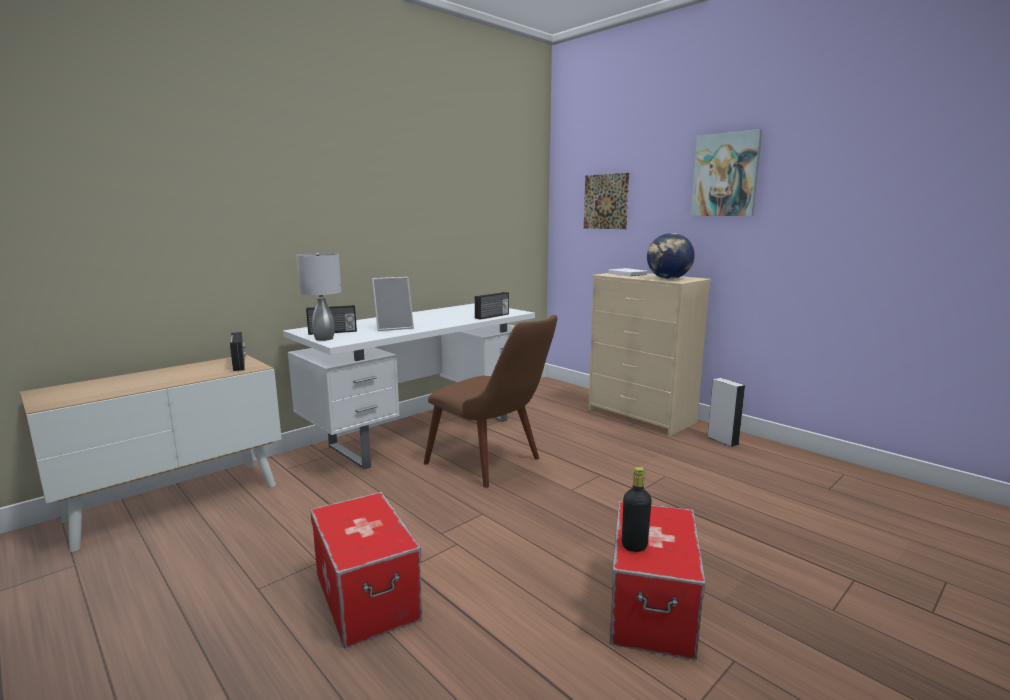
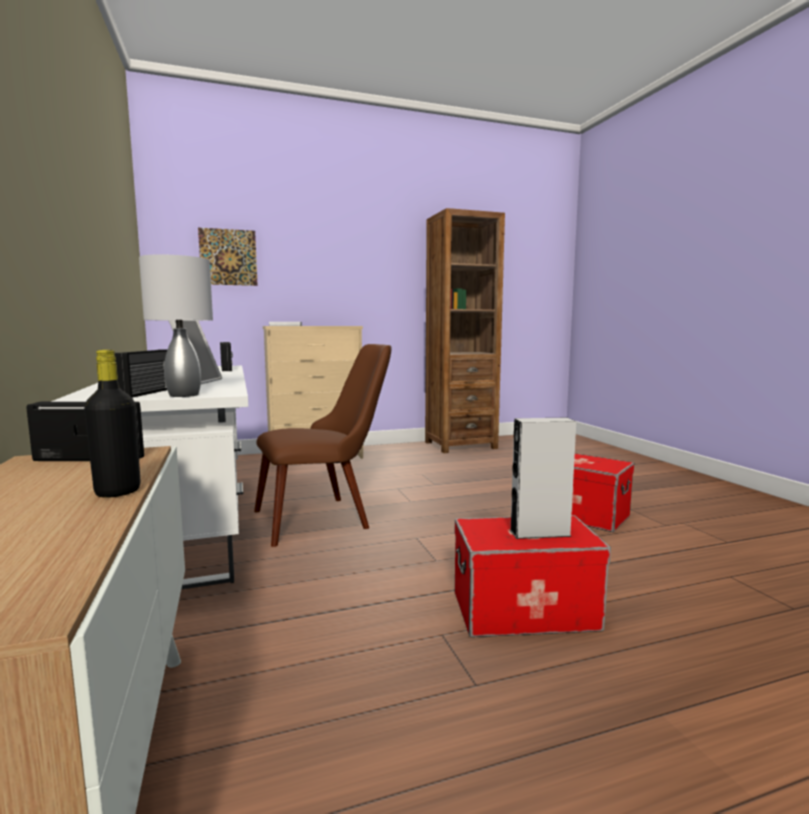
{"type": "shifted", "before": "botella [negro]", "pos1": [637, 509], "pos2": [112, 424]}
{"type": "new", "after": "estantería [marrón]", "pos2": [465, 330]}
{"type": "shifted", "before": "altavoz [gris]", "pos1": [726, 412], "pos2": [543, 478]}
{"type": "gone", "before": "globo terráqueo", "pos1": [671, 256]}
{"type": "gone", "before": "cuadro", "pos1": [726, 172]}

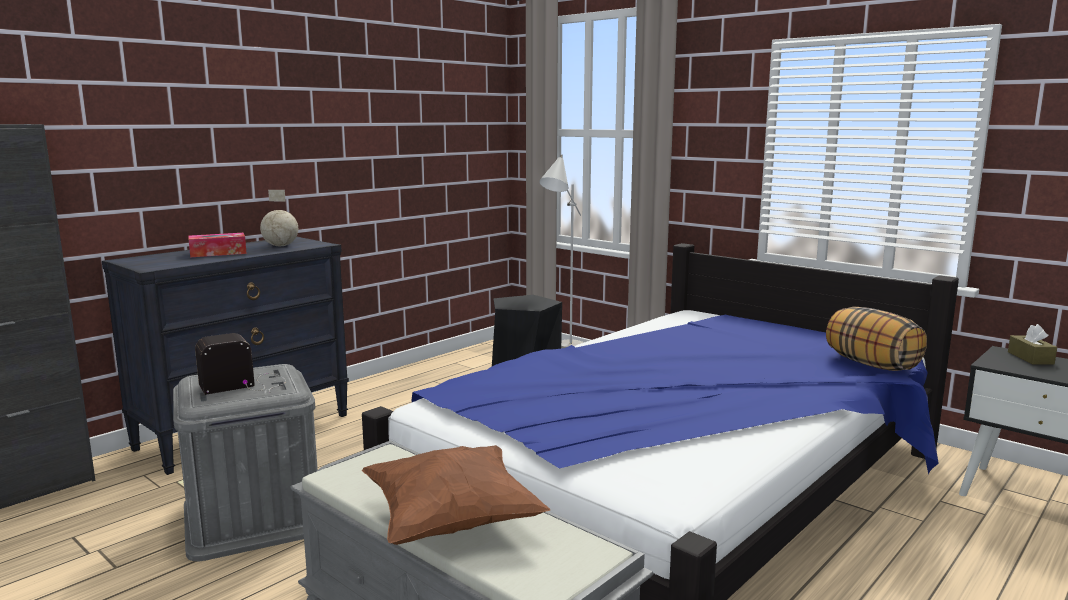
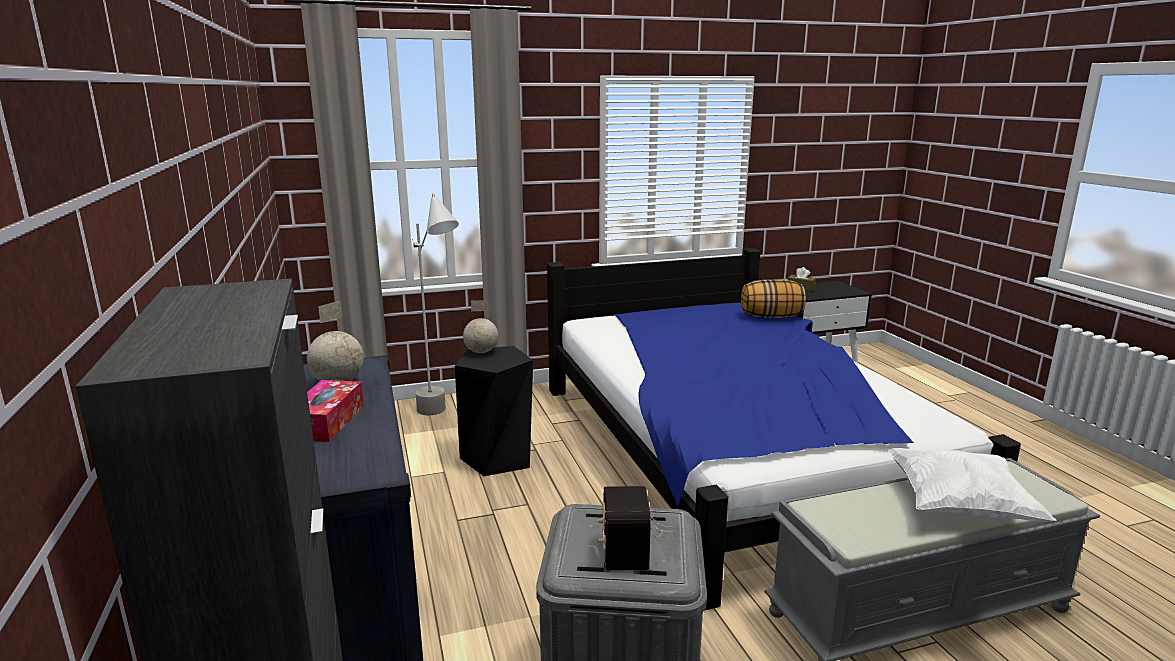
{"type": "new", "after": "globo terráqueo", "pos2": [480, 326]}
{"type": "repainted", "before": "cojín [marrón]", "after": "cojín [blanco]", "pos1": [456, 495], "pos2": [971, 485]}

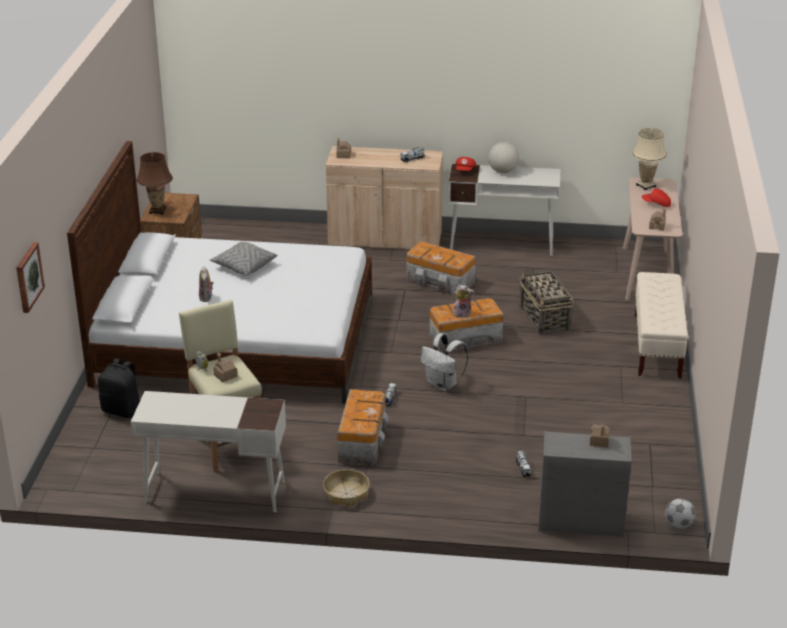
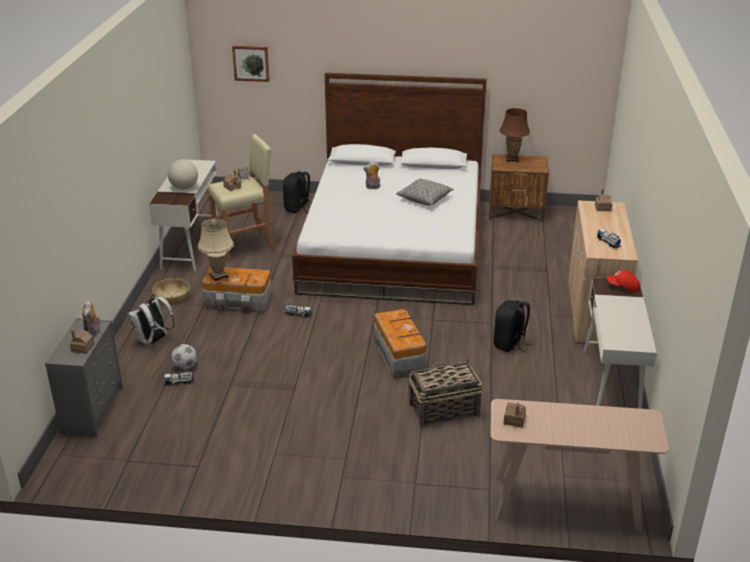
{"type": "shifted", "before": "peluche", "pos1": [464, 301], "pos2": [91, 318]}
{"type": "shifted", "before": "mochila [blanco]", "pos1": [444, 362], "pos2": [150, 321]}
{"type": "shifted", "before": "globo terráqueo", "pos1": [503, 157], "pos2": [183, 174]}
{"type": "shifted", "before": "balón de fútbol", "pos1": [680, 513], "pos2": [184, 357]}
{"type": "shifted", "before": "lámpara de mesa [beis]", "pos1": [649, 159], "pos2": [216, 249]}
{"type": "swapped", "before": "caja de almacenaje", "after": "mochila [negro]", "pos1": [441, 268], "pos2": [513, 326]}
{"type": "gone", "before": "banco [beis]", "pos1": [662, 325]}
{"type": "gone", "before": "gorra [rojo]", "pos1": [656, 198]}

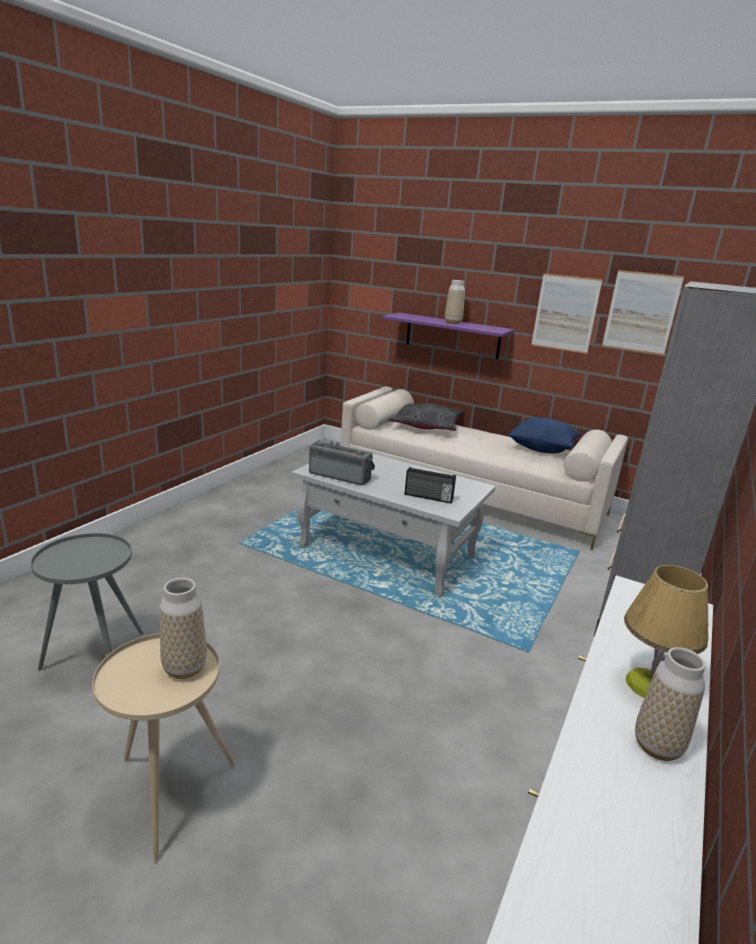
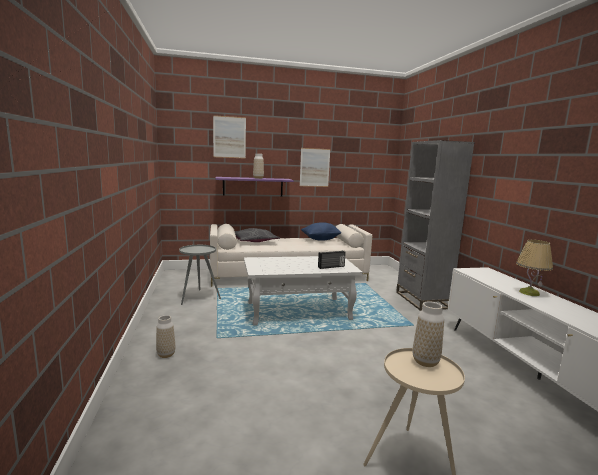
{"type": "shifted", "before": "florero", "pos1": [670, 704], "pos2": [165, 336]}
{"type": "shifted", "before": "mesa auxiliar [gris]", "pos1": [87, 602], "pos2": [200, 275]}
{"type": "shifted", "before": "cuadro", "pos1": [643, 312], "pos2": [229, 137]}
{"type": "gone", "before": "radio", "pos1": [342, 463]}

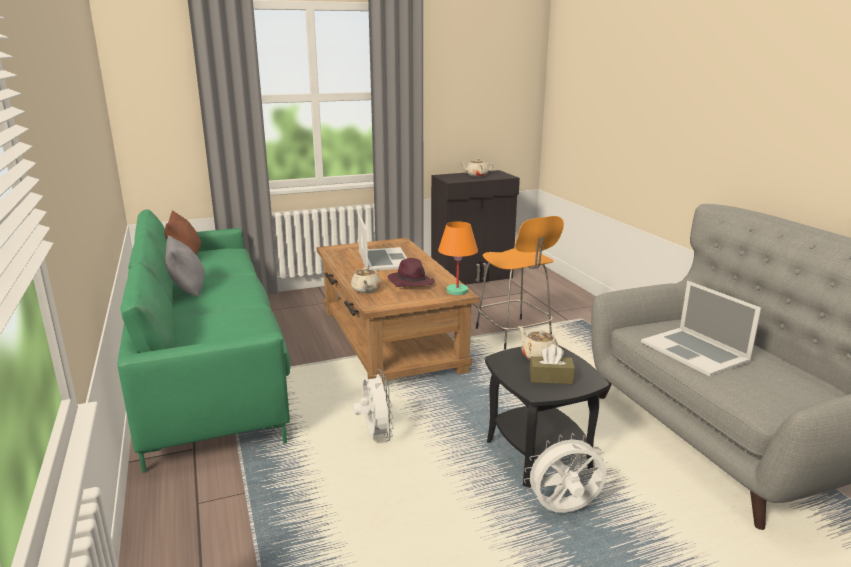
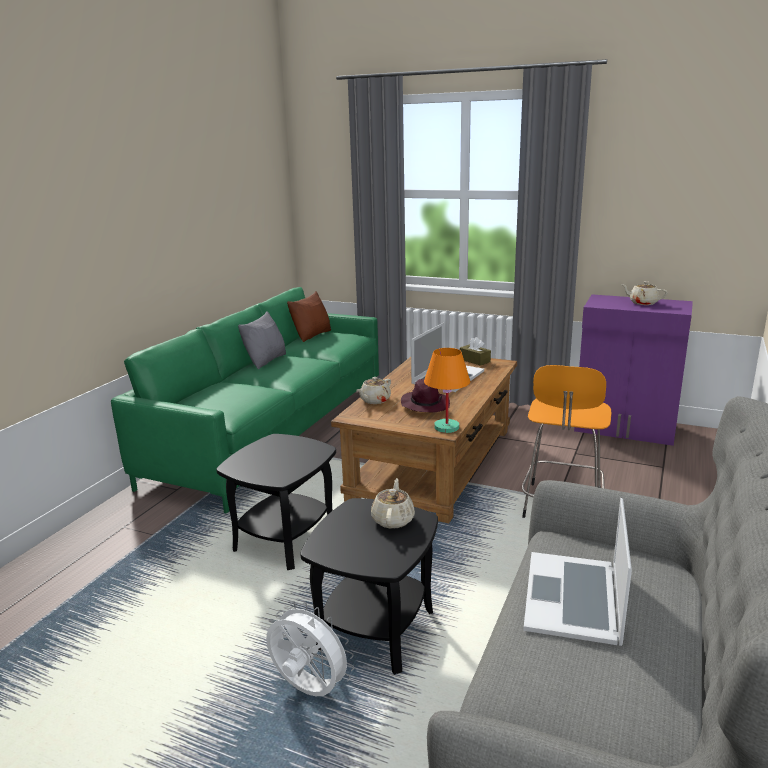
{"type": "swapped", "before": "ventilador [blanco]", "after": "mesa auxiliar [negro]", "pos1": [373, 405], "pos2": [276, 502]}
{"type": "shifted", "before": "caja de pañuelos [marrón]", "pos1": [552, 364], "pos2": [475, 351]}
{"type": "repainted", "before": "armario [negro]", "after": "armario [morado]", "pos1": [475, 227], "pos2": [633, 370]}

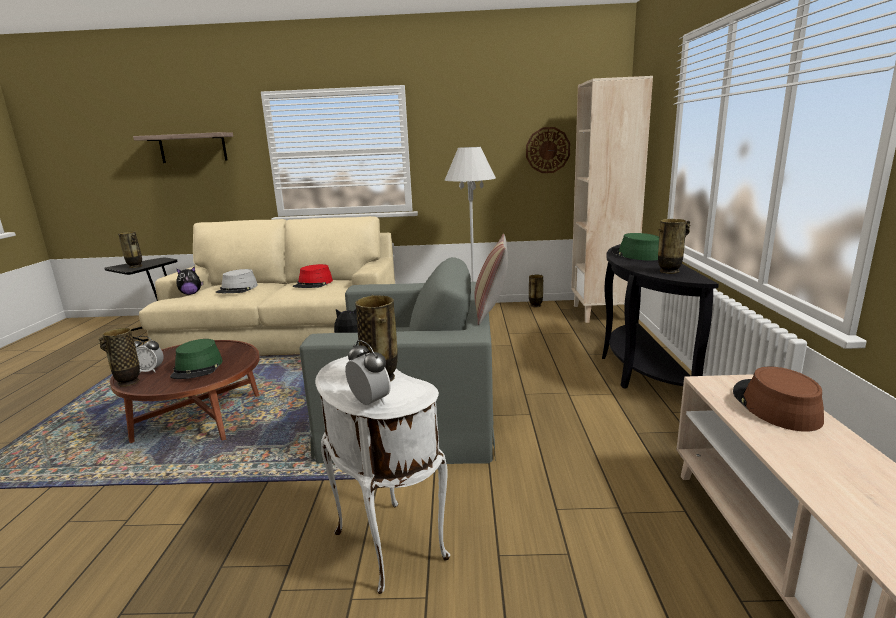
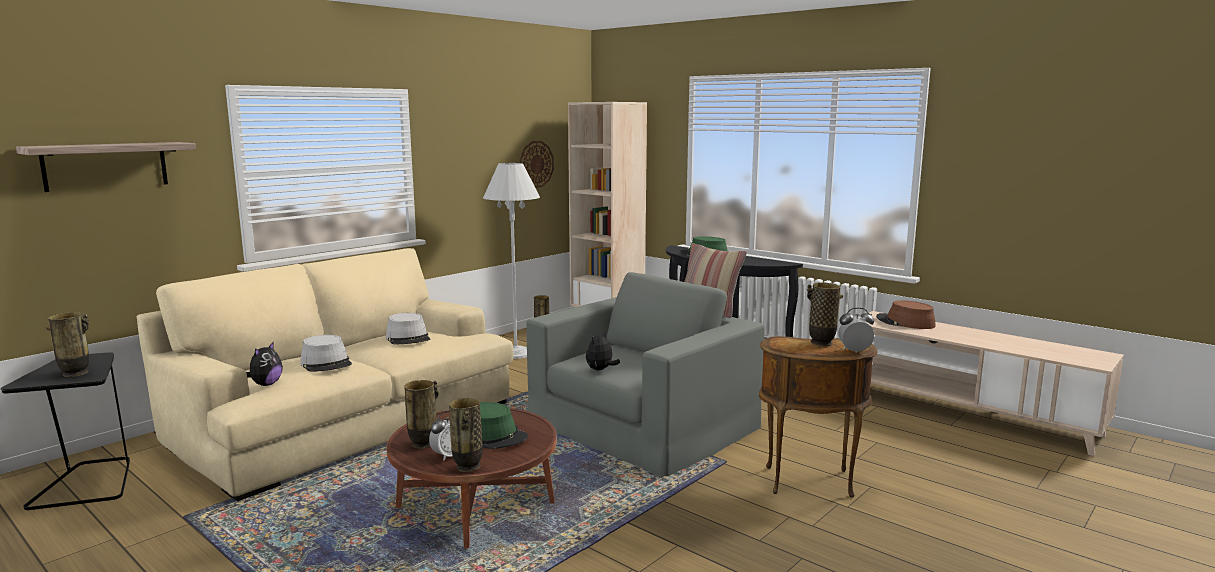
{"type": "repainted", "before": "sombrero [rojo]", "after": "sombrero [gris]", "pos1": [313, 276], "pos2": [408, 329]}
{"type": "shifted", "before": "florero", "pos1": [674, 246], "pos2": [421, 414]}
{"type": "repainted", "before": "mesa auxiliar [blanco]", "after": "mesa auxiliar [marrón]", "pos1": [382, 475], "pos2": [818, 417]}

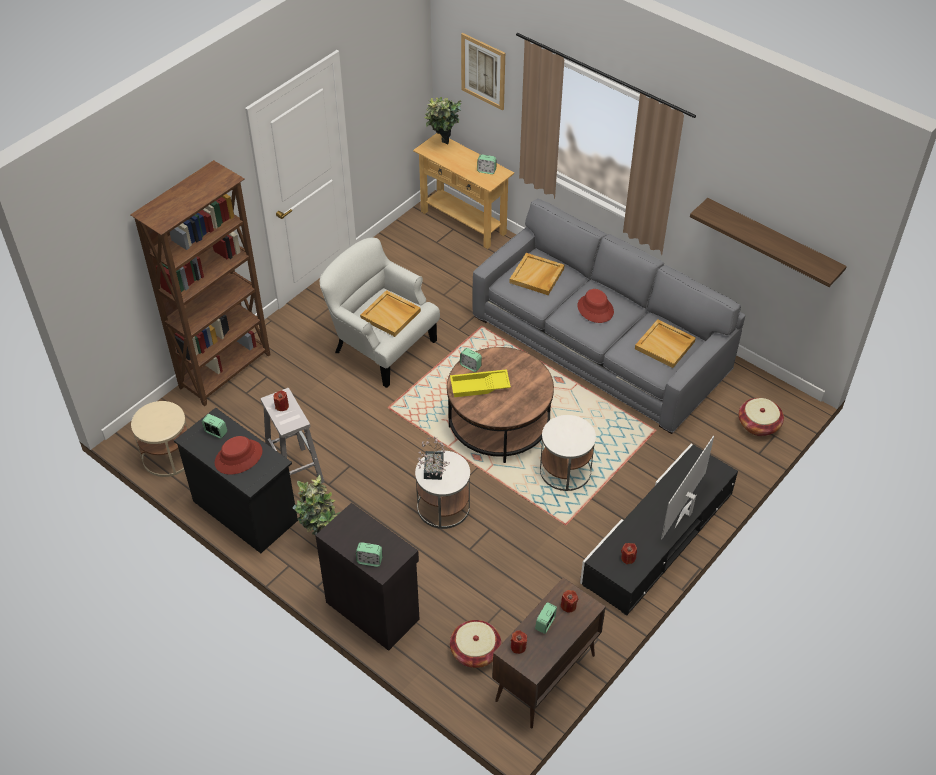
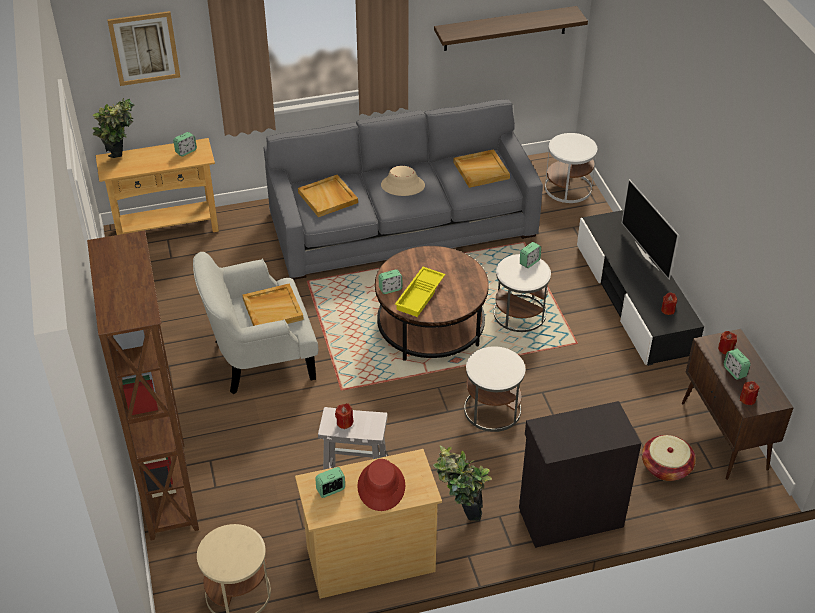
{"type": "repainted", "before": "cómoda [negro]", "after": "cómoda [beis]", "pos1": [236, 480], "pos2": [368, 524]}
{"type": "repainted", "before": "sombrero [rojo]", "after": "sombrero [beis]", "pos1": [595, 306], "pos2": [403, 181]}
{"type": "shifted", "before": "despertador", "pos1": [369, 554], "pos2": [530, 255]}
{"type": "swapped", "before": "cesta", "after": "mesa auxiliar [blanco]", "pos1": [761, 417], "pos2": [571, 168]}
{"type": "gone", "before": "planta en maceta", "pos1": [434, 458]}

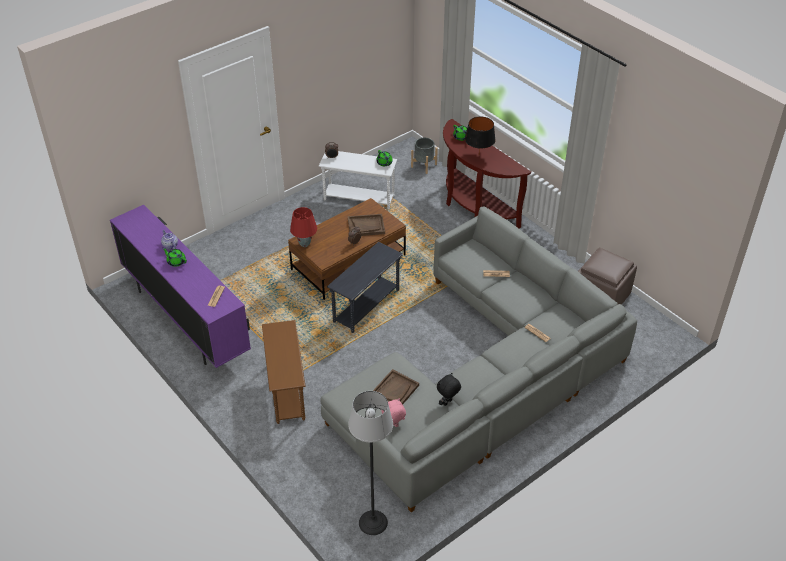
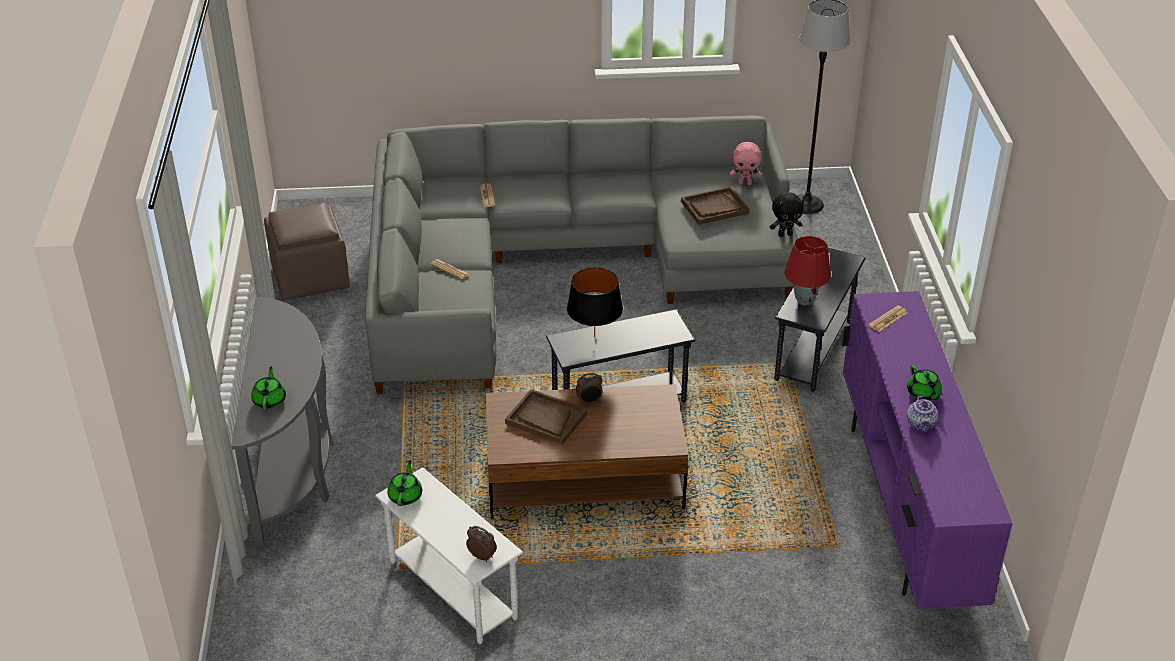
{"type": "repainted", "before": "mesa consola [marrón]", "after": "mesa consola [gris]", "pos1": [487, 173], "pos2": [283, 422]}
{"type": "shifted", "before": "lámpara de mesa [negro]", "pos1": [480, 134], "pos2": [595, 302]}
{"type": "shifted", "before": "peluche [negro]", "pos1": [449, 389], "pos2": [787, 214]}
{"type": "repainted", "before": "mesa auxiliar [marrón]", "after": "mesa auxiliar [gris]", "pos1": [283, 372], "pos2": [820, 320]}
{"type": "shifted", "before": "lámpara de mesa [rojo]", "pos1": [303, 227], "pos2": [807, 271]}
{"type": "gone", "before": "maceta [gris]", "pos1": [424, 156]}

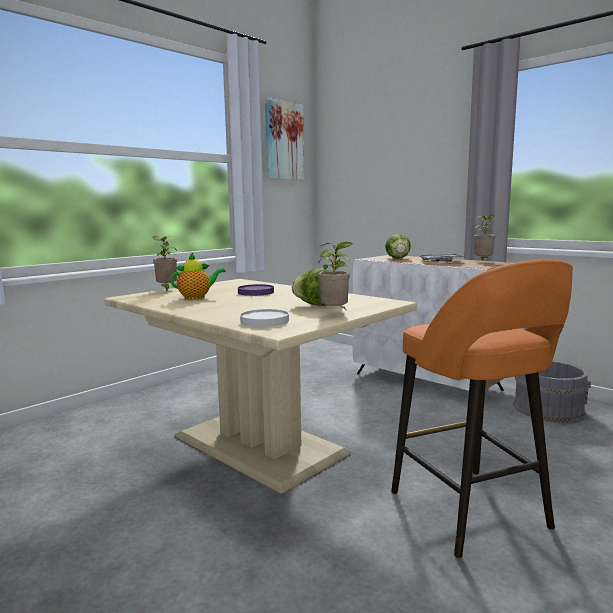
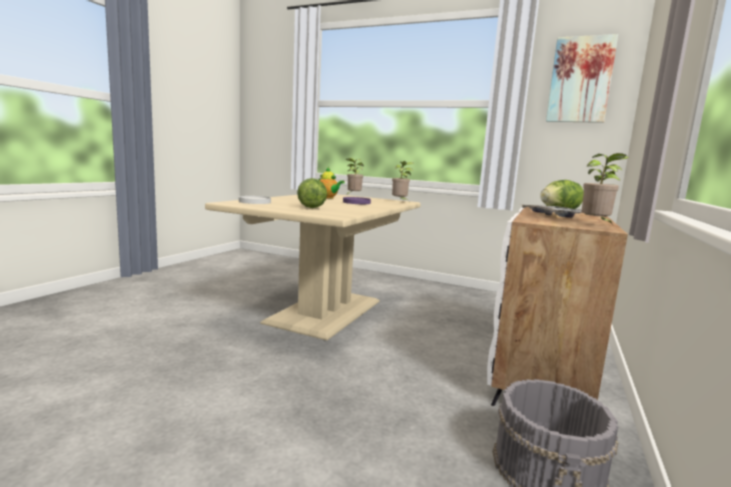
{"type": "shifted", "before": "planta en maceta", "pos1": [335, 276], "pos2": [403, 181]}
{"type": "gone", "before": "taburete [naranja]", "pos1": [482, 409]}

